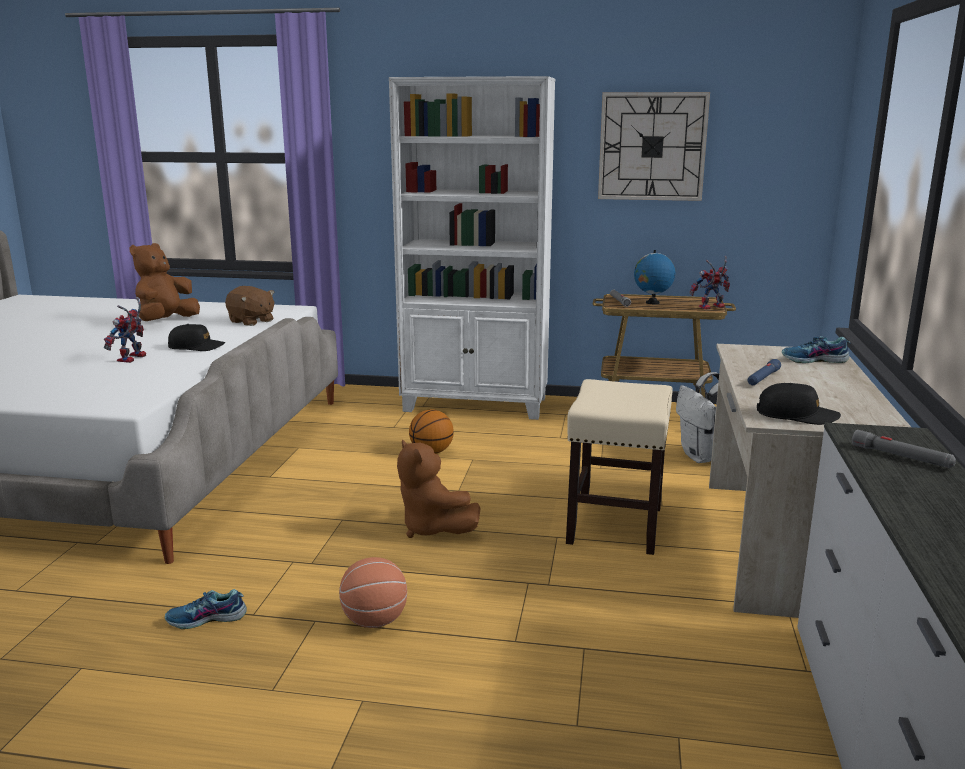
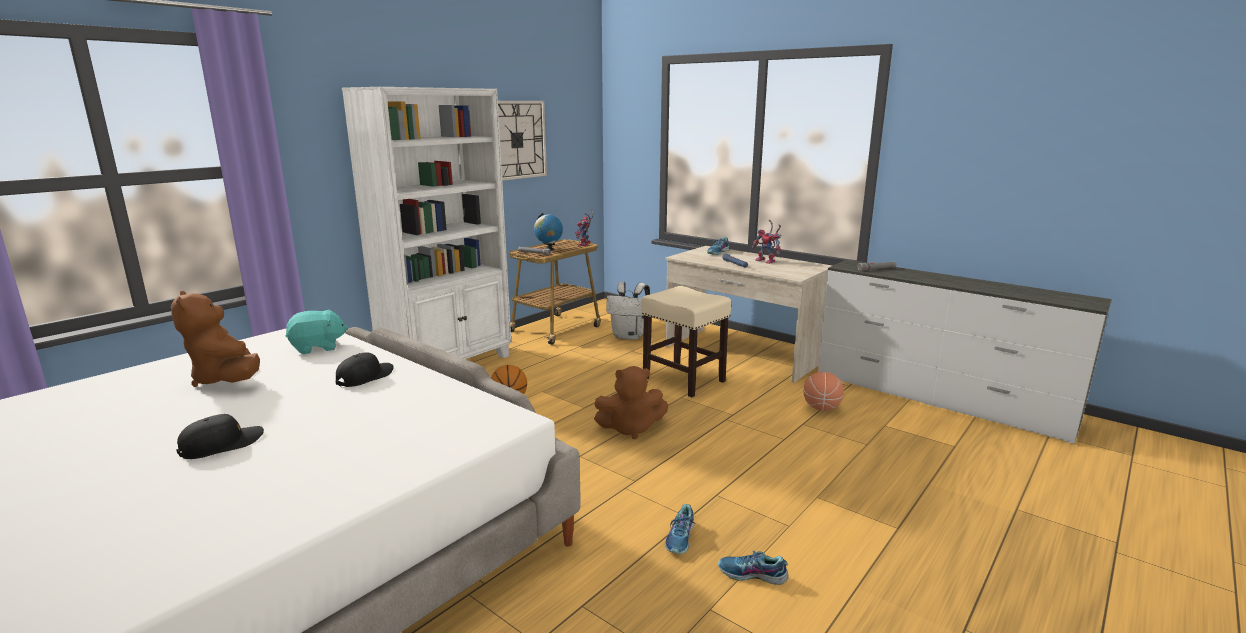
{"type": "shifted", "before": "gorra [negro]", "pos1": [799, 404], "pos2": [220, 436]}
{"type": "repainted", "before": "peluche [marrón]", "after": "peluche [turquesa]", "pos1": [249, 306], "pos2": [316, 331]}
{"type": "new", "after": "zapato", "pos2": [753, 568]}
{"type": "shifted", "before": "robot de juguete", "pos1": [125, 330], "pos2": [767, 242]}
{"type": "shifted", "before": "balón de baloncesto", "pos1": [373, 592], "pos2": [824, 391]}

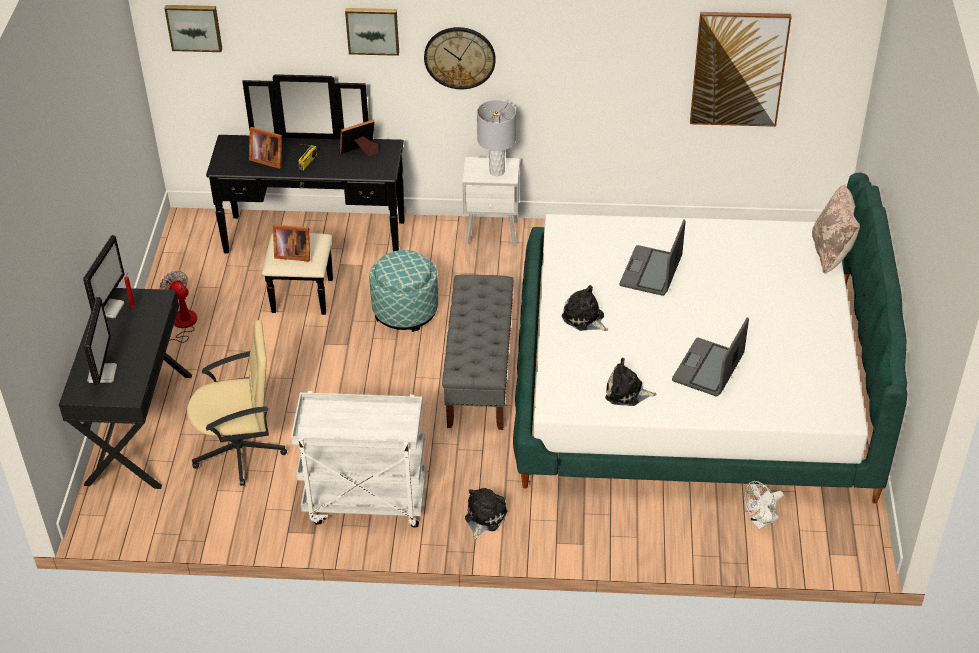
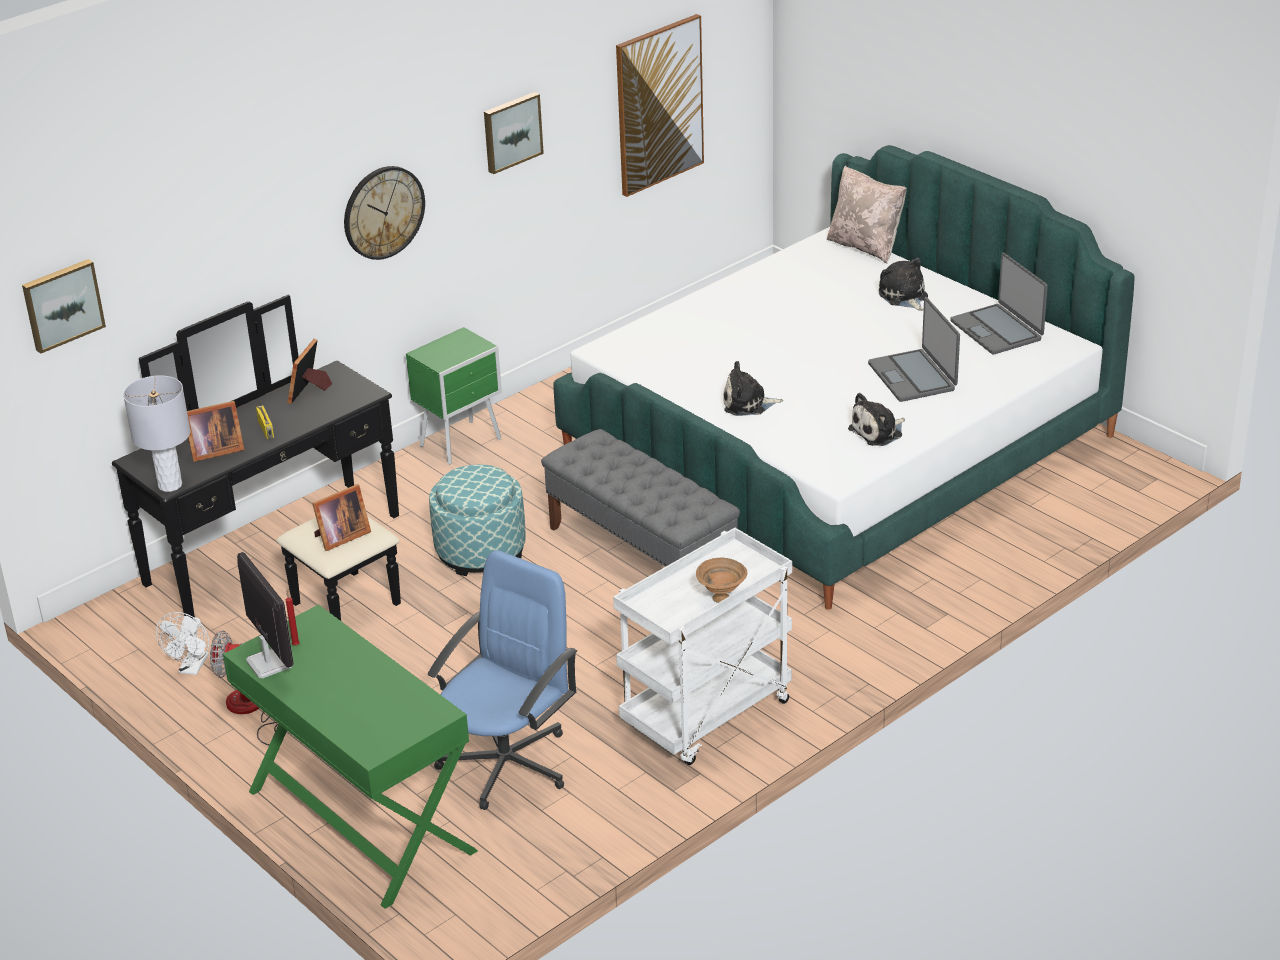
{"type": "shifted", "before": "lámpara de mesa [gris]", "pos1": [496, 138], "pos2": [156, 433]}
{"type": "shifted", "before": "ventilador [blanco]", "pos1": [764, 505], "pos2": [182, 643]}
{"type": "repainted", "before": "escritorio [negro]", "after": "escritorio [verde]", "pos1": [125, 388], "pos2": [350, 756]}
{"type": "repainted", "before": "mesita de noche [blanco]", "after": "mesita de noche [verde]", "pos1": [491, 201], "pos2": [454, 396]}
{"type": "repainted", "before": "silla de oficina [beis]", "after": "silla de oficina [azul]", "pos1": [237, 403], "pos2": [502, 680]}
{"type": "shifted", "before": "cuadro", "pos1": [372, 32], "pos2": [514, 133]}
{"type": "new", "after": "cuenco [marrón]", "pos2": [721, 580]}
{"type": "shifted", "before": "peluche", "pos1": [486, 513], "pos2": [903, 284]}
{"type": "shifted", "before": "portátil", "pos1": [653, 258], "pos2": [999, 303]}
{"type": "gone", "before": "monitor", "pos1": [100, 341]}

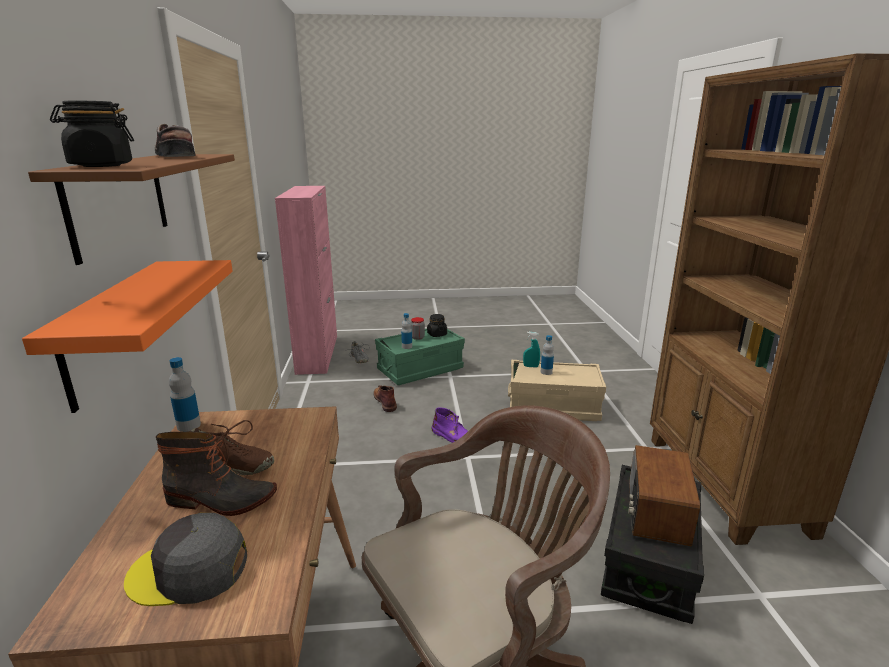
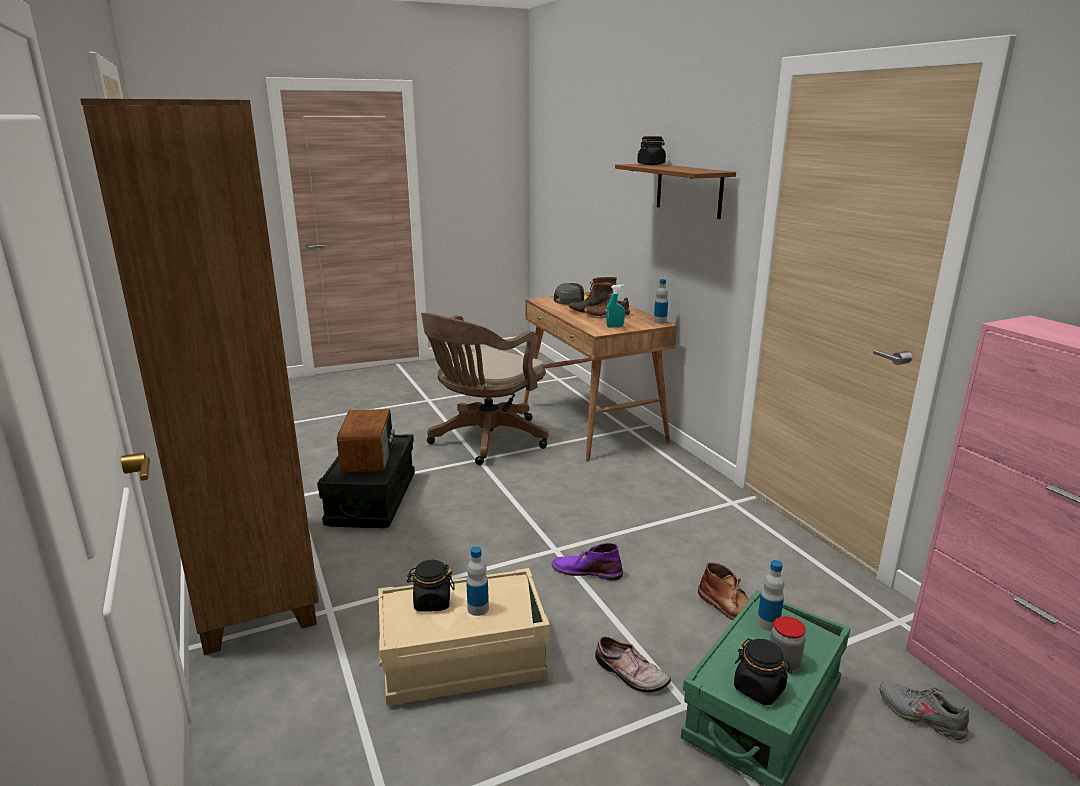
{"type": "new", "after": "tarro [negro]", "pos2": [431, 586]}
{"type": "shifted", "before": "zapato", "pos1": [175, 140], "pos2": [633, 664]}
{"type": "shifted", "before": "pulverizador [turquesa]", "pos1": [531, 349], "pos2": [615, 306]}
{"type": "gone", "before": "estante [naranja]", "pos1": [127, 336]}

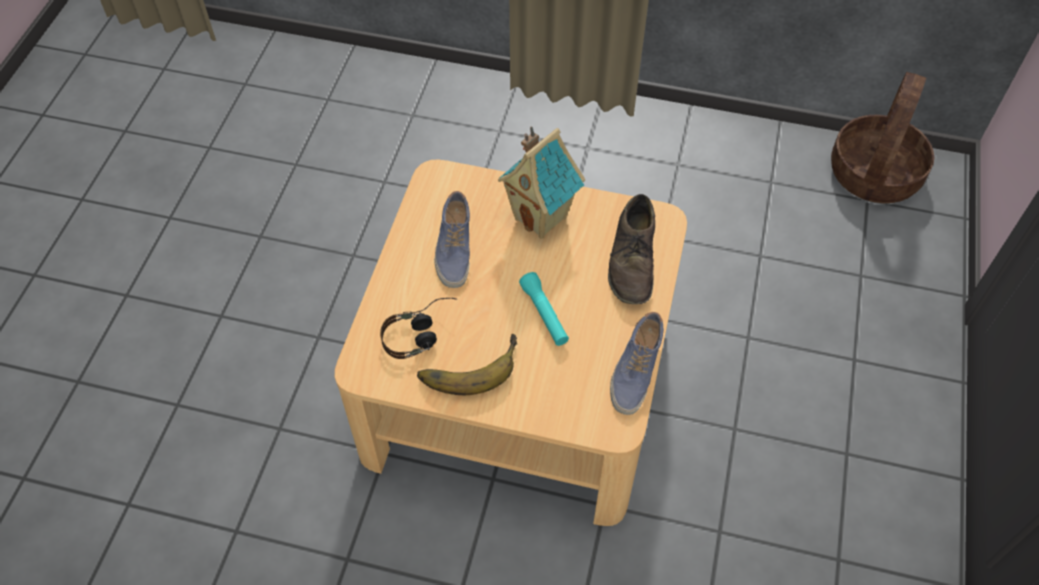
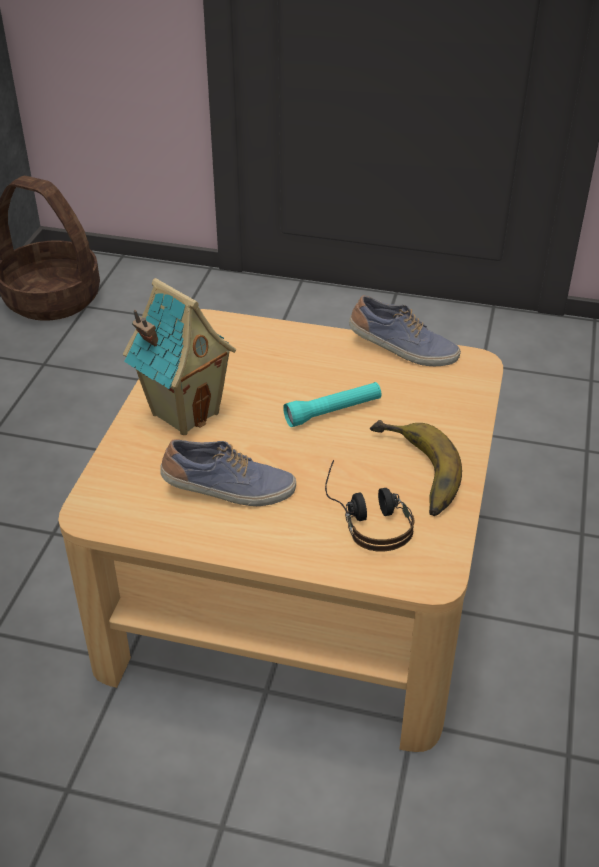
{"type": "gone", "before": "zapato [marrón]", "pos1": [631, 249]}

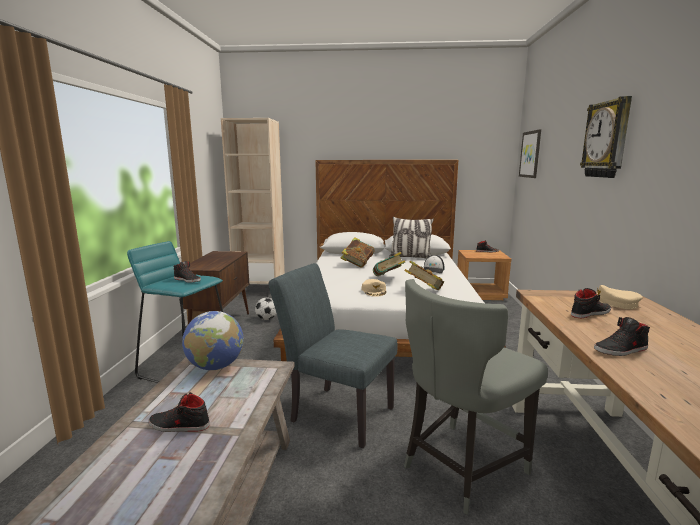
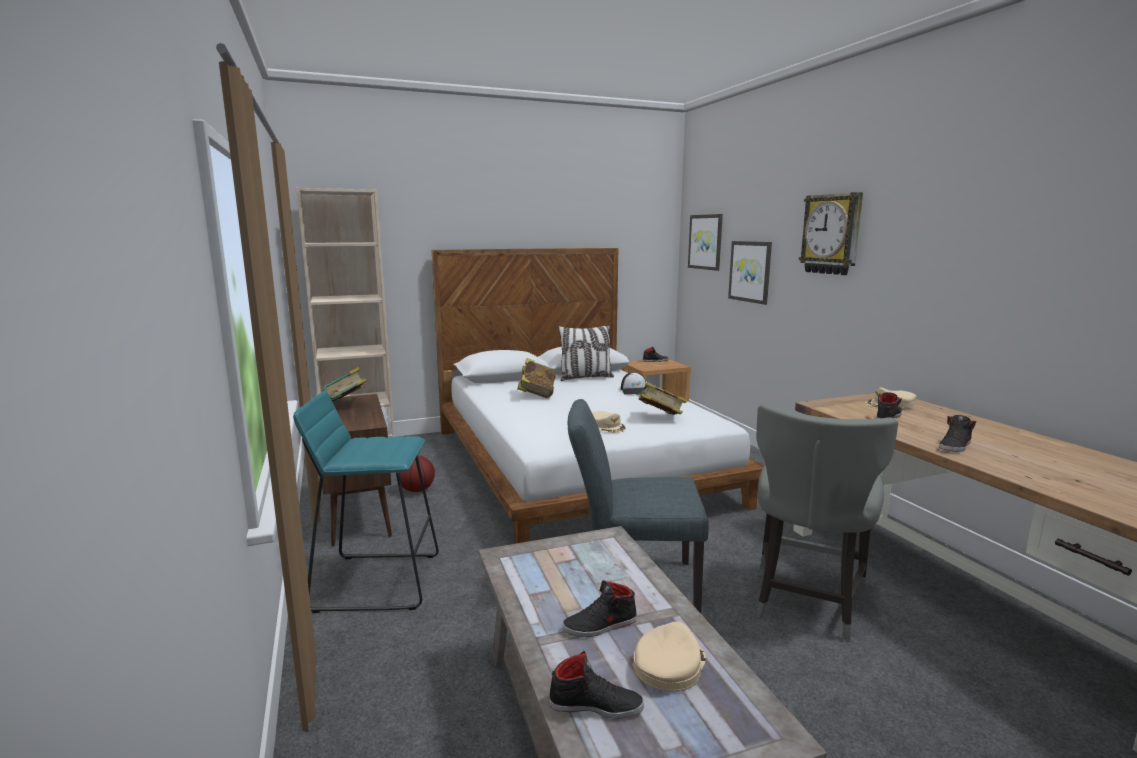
{"type": "shifted", "before": "libro", "pos1": [389, 264], "pos2": [344, 385]}
{"type": "swapped", "before": "balón de fútbol", "after": "balón de baloncesto", "pos1": [266, 309], "pos2": [417, 473]}
{"type": "shifted", "before": "zapato [negro]", "pos1": [187, 271], "pos2": [596, 685]}
{"type": "new", "after": "gorra [beis]", "pos2": [670, 657]}
{"type": "new", "after": "cuadro", "pos2": [750, 273]}
{"type": "gone", "before": "globo terráqueo", "pos1": [213, 340]}

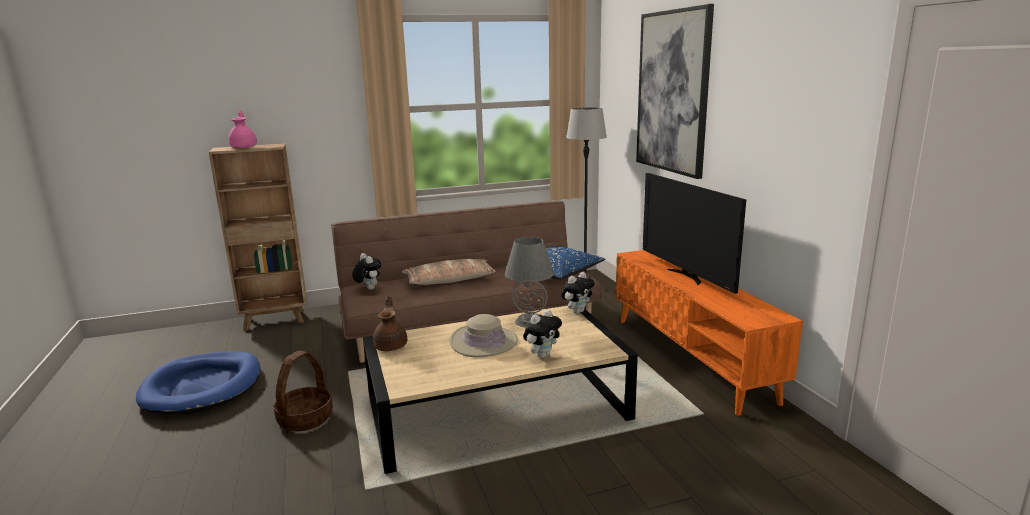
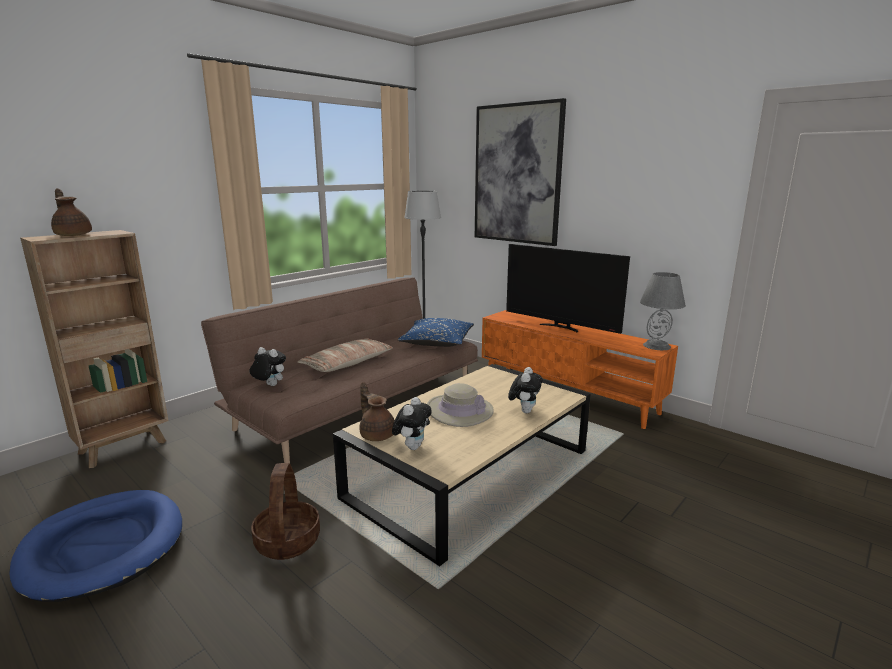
{"type": "repainted", "before": "tetera [rosa]", "after": "tetera [marrón]", "pos1": [243, 129], "pos2": [71, 212]}
{"type": "shifted", "before": "peluche", "pos1": [578, 293], "pos2": [412, 423]}
{"type": "shifted", "before": "lámpara de mesa [gris]", "pos1": [529, 282], "pos2": [663, 311]}

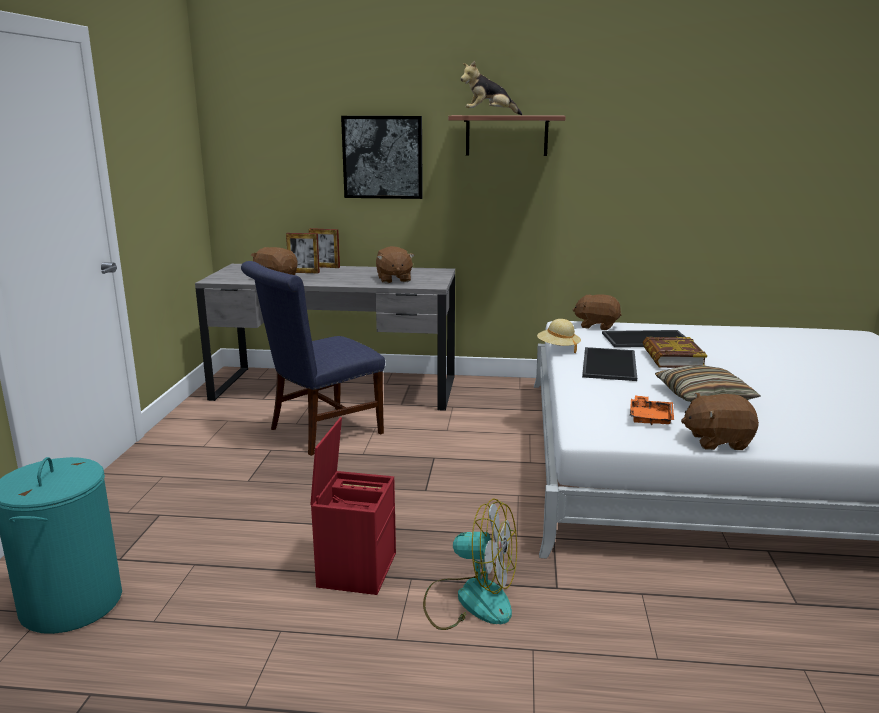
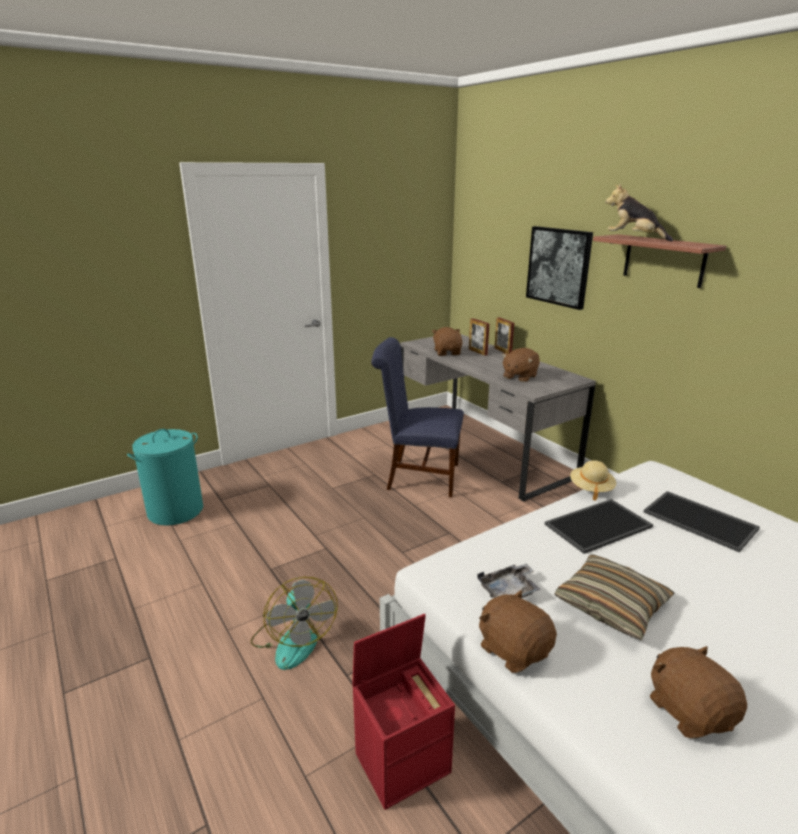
{"type": "shifted", "before": "caja de almacenaje [rojo]", "pos1": [353, 506], "pos2": [403, 712]}
{"type": "repainted", "before": "bandeja [naranja]", "after": "bandeja [gris]", "pos1": [652, 410], "pos2": [509, 581]}
{"type": "shifted", "before": "peluche [marrón]", "pos1": [597, 312], "pos2": [698, 692]}
{"type": "gone", "before": "libro", "pos1": [675, 352]}

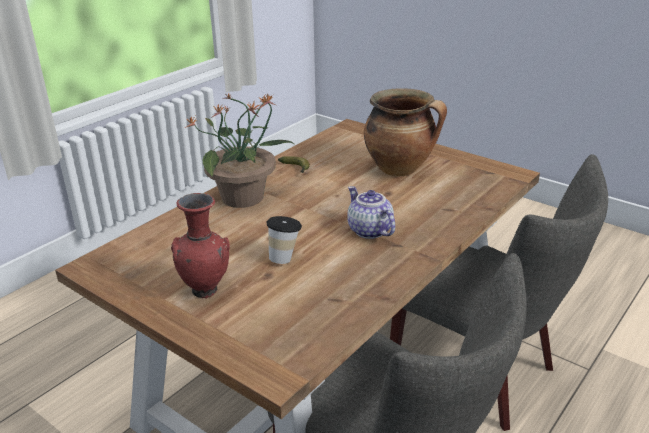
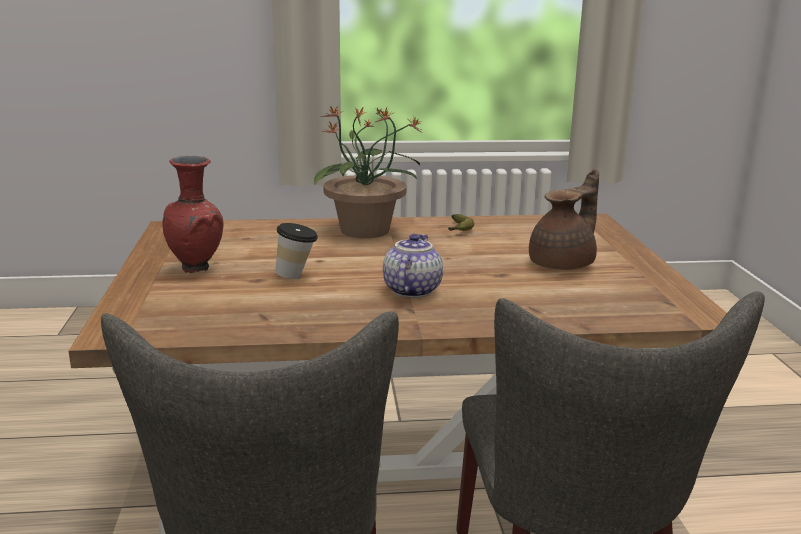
{"type": "swapped", "before": "olla", "after": "tetera [marrón]", "pos1": [405, 132], "pos2": [564, 219]}

